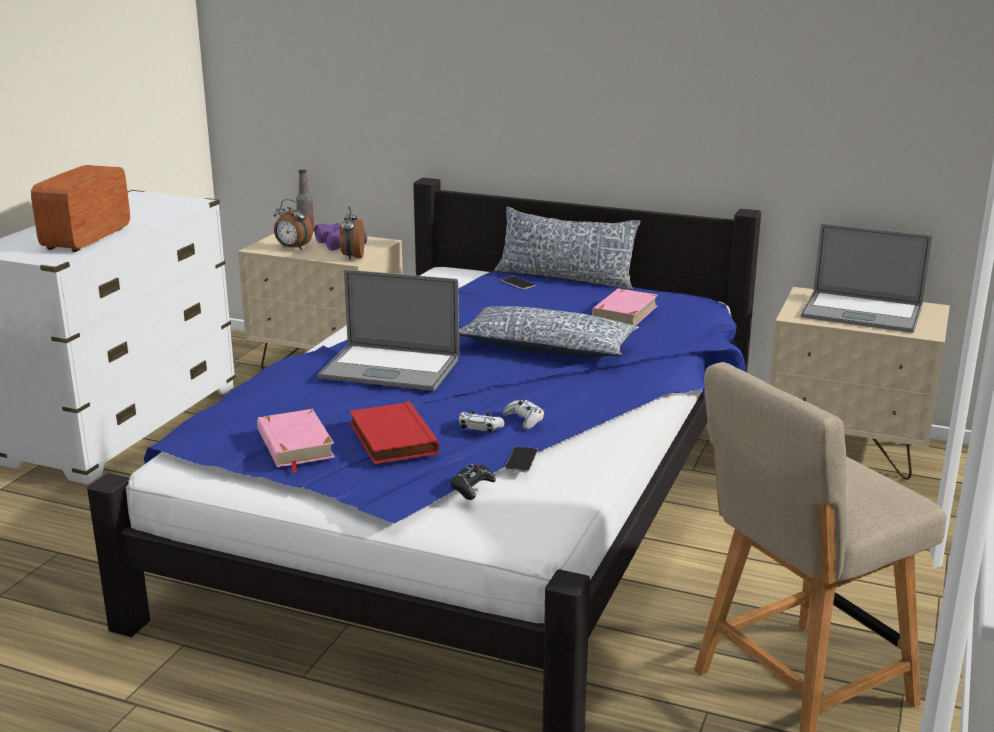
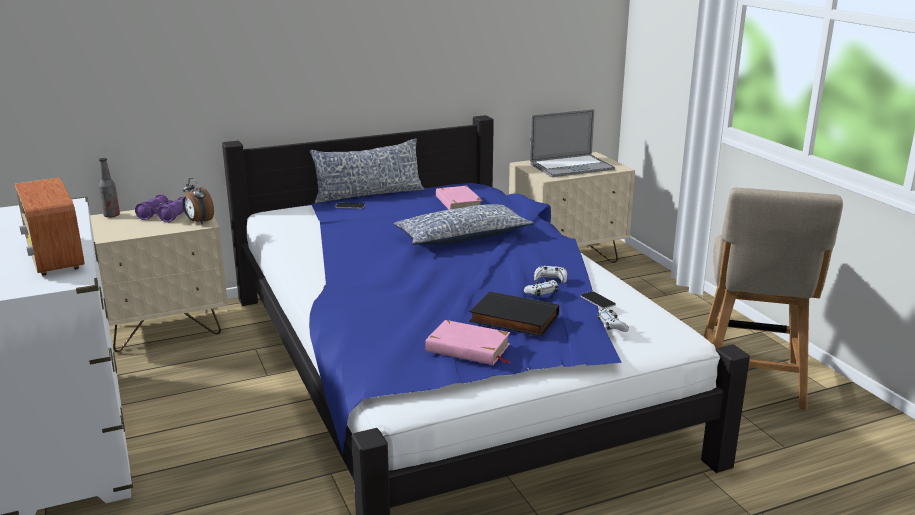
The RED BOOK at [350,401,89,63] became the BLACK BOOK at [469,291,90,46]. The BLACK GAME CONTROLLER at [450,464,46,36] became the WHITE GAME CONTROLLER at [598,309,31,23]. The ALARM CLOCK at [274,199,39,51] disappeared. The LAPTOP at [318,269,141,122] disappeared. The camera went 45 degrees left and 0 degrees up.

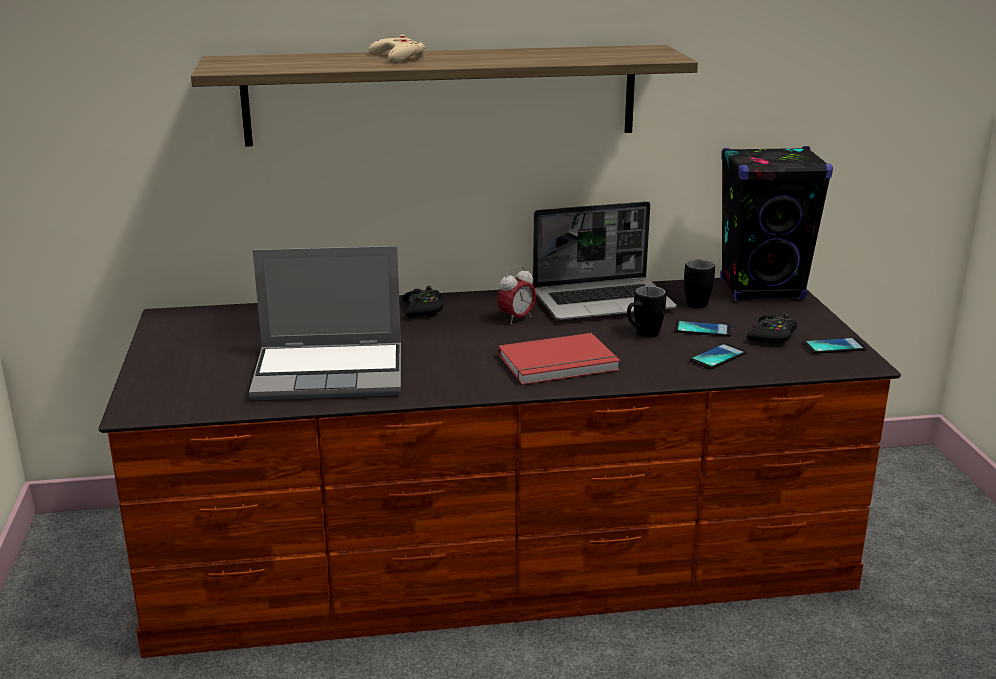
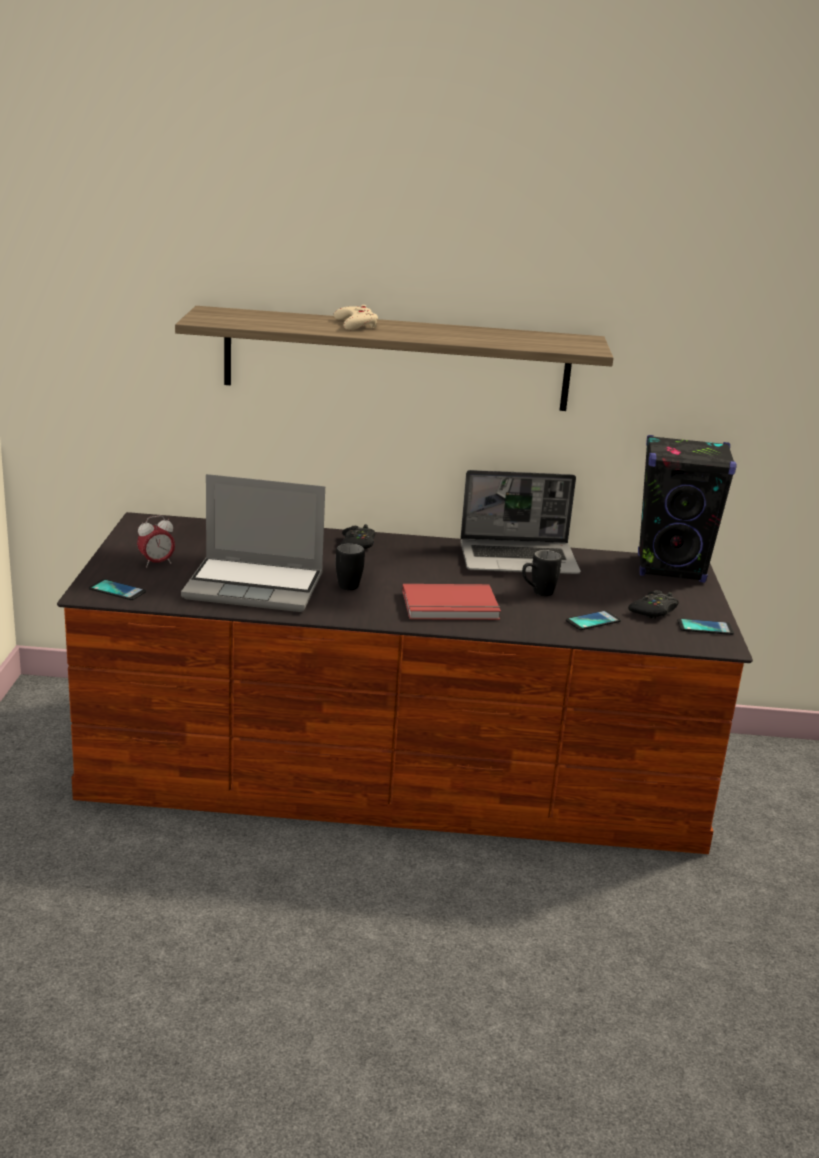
The PHONE moved from [674,321,58,16] to [89,579,57,21]. The ALARM CLOCK moved from [497,266,39,58] to [137,515,38,53]. The BLACK MUG moved from [684,260,31,48] to [335,543,30,47]. The camera went 10 degrees right and 0 degrees up.

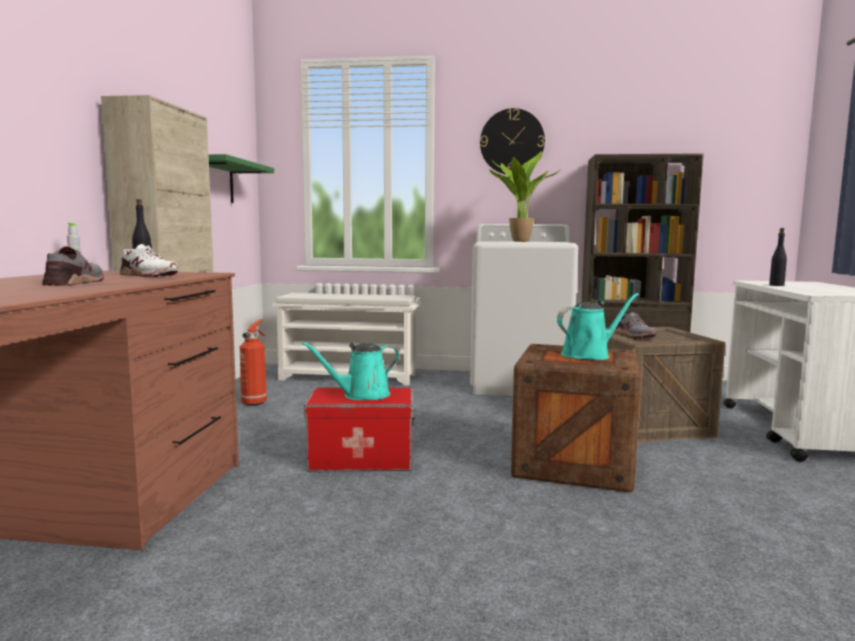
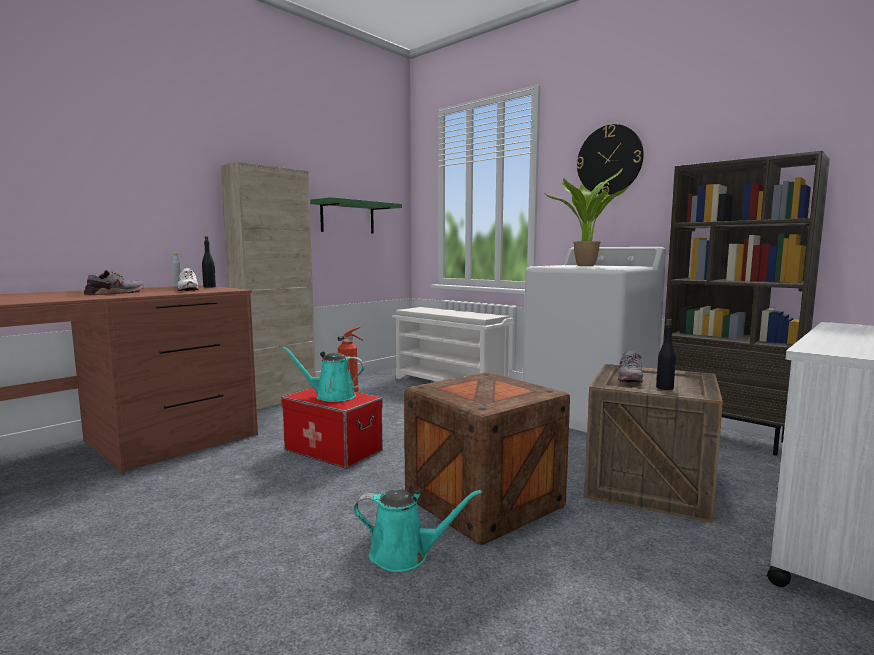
The TURQUOISE WATERING CAN moved from [557,293,82,67] to [354,489,128,83]. The BLACK BOTTLE moved from [769,228,18,58] to [656,319,20,71]. The camera went 35 degrees right and 0 degrees up.

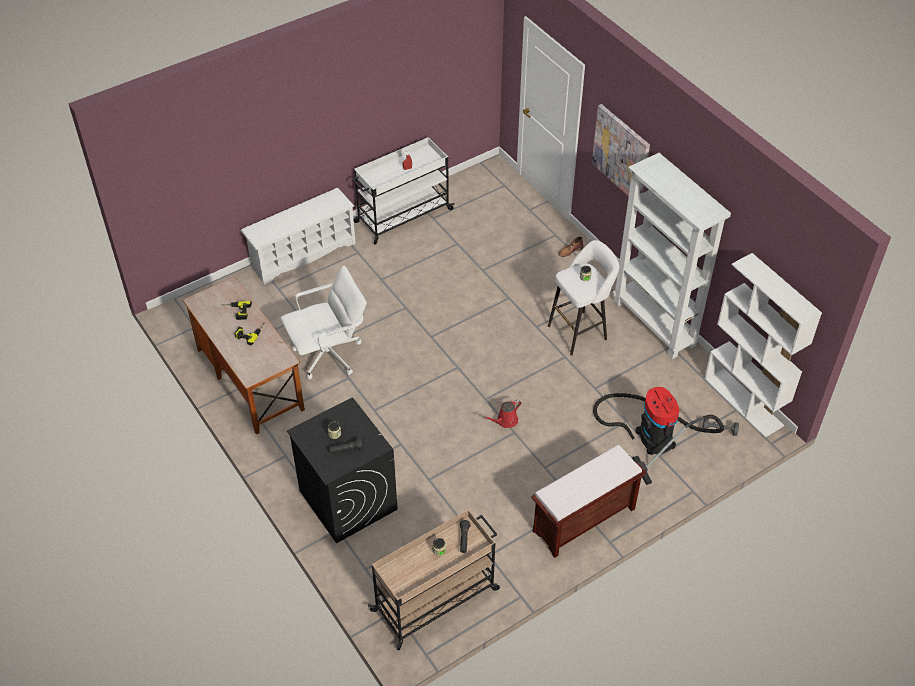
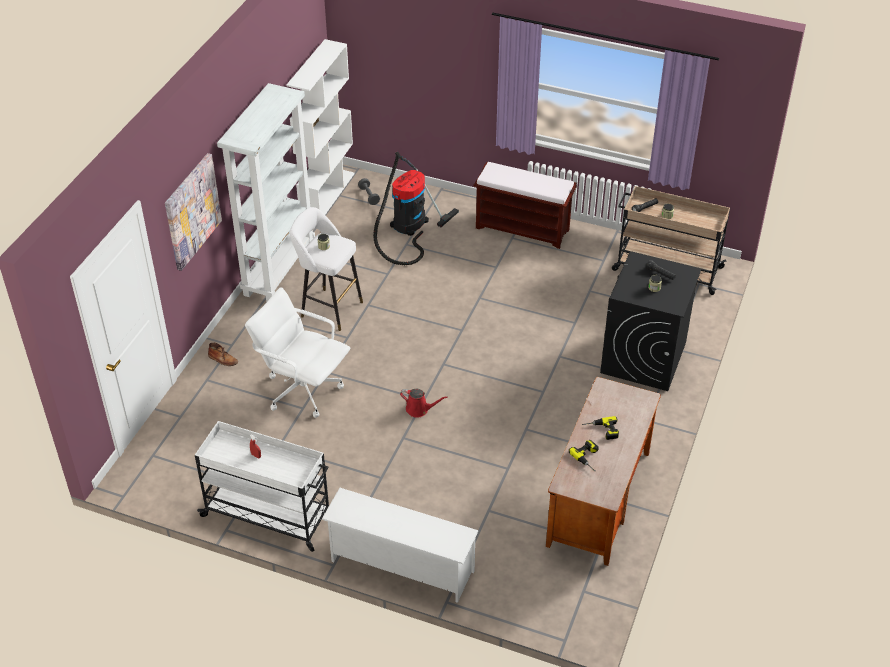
The WHITE OFFICE CHAIR moved from [281,266,86,113] to [245,287,105,131]. The RED WATERING CAN moved from [484,399,37,29] to [400,389,48,29]. The camera went 125 degrees left and 5 degrees down.

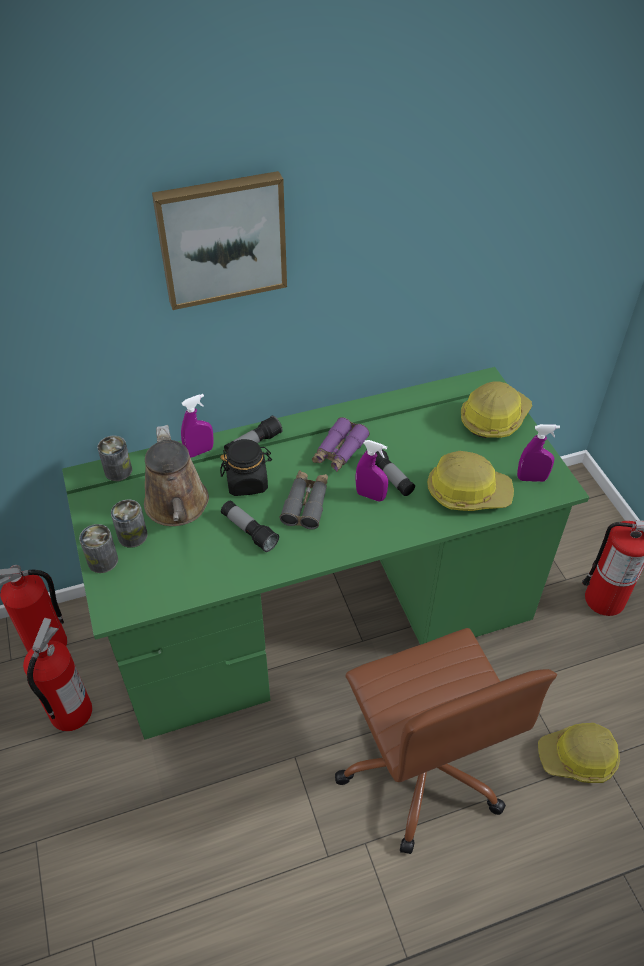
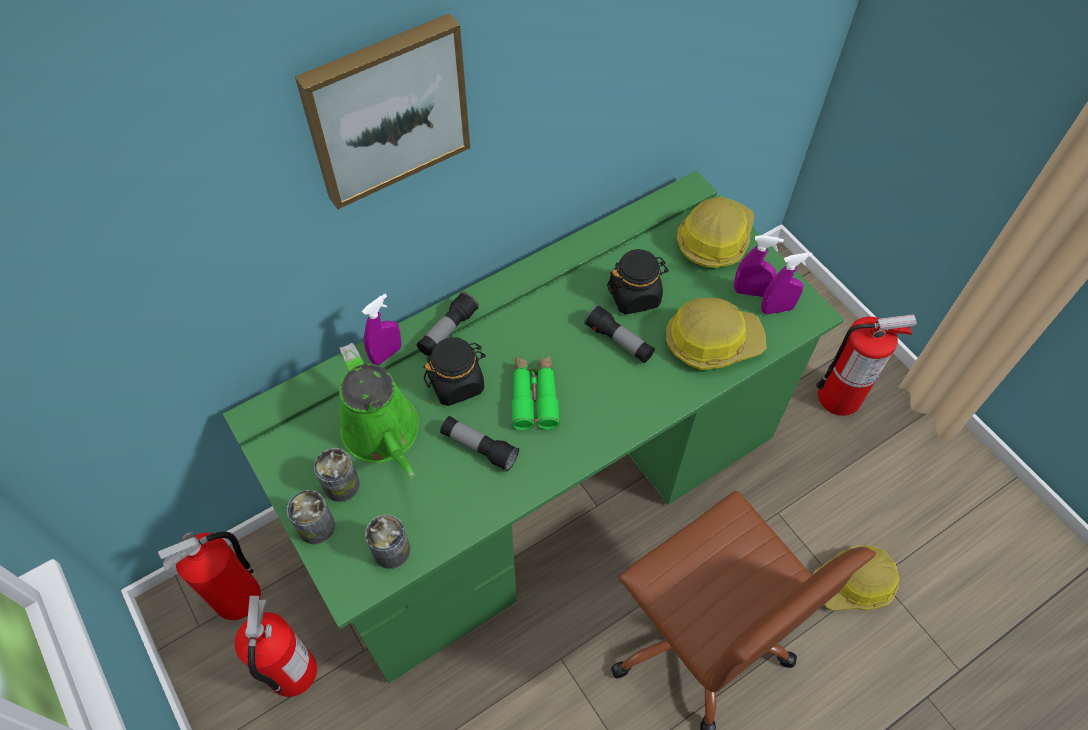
The BROWN WATERING CAN at [144,425,65,101] became the GREEN WATERING CAN at [339,343,80,137]. The CAN moved from [97,436,35,45] to [365,514,45,55]. The GREY BINOCULARS at [280,470,48,59] became the GREEN BINOCULARS at [511,356,49,74]. The BLACK JAR at [607,249,62,65] appeared. The PURPLE SPRAY BOTTLE moved from [355,440,33,62] to [734,235,50,62]. The PURPLE BINOCULARS at [312,417,58,55] disappeared. The camera went 15 degrees left and 10 degrees up.

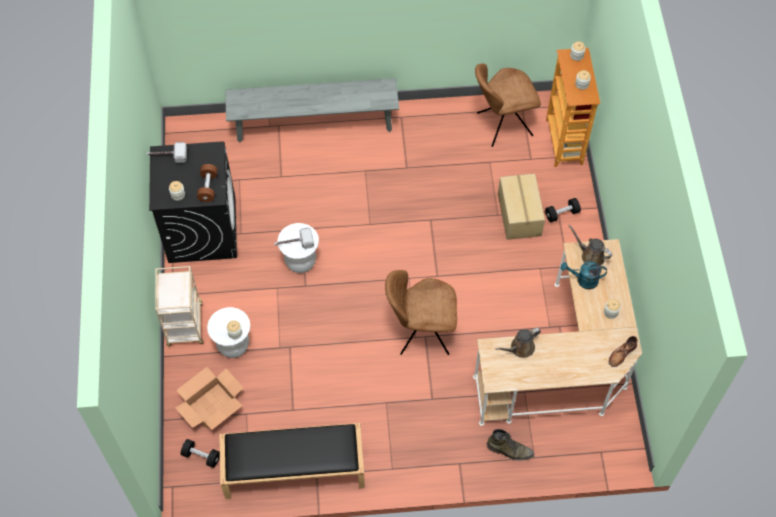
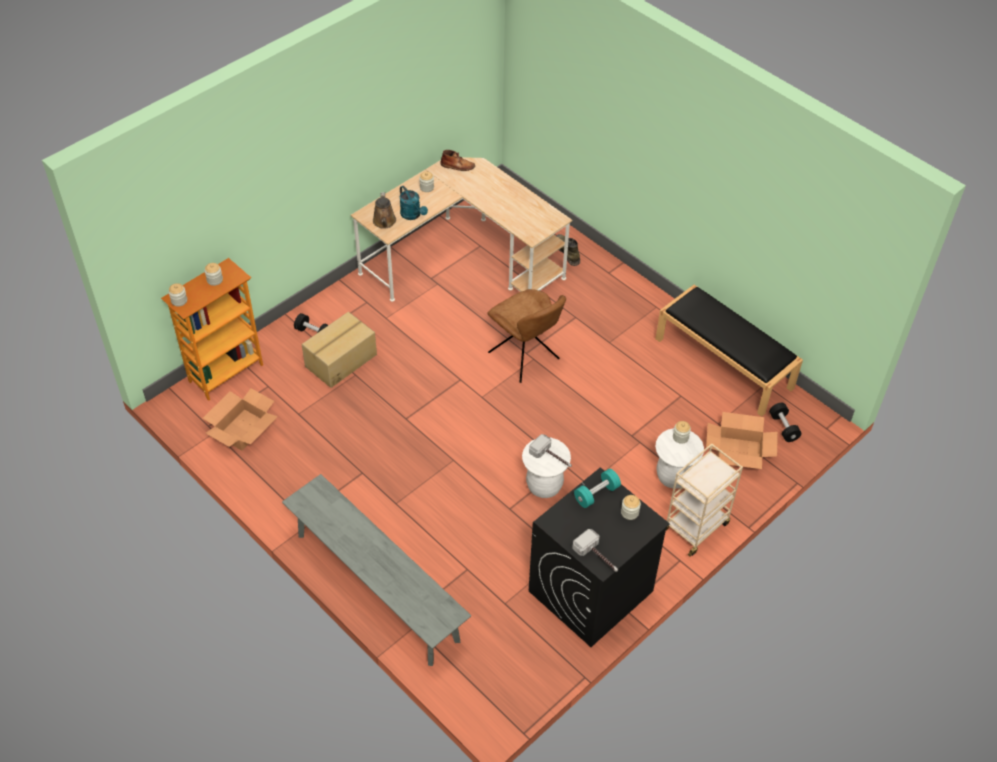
The BROWN CHAIR at [475,64,66,83] was replaced by the CARDBOARD BOX at [203,388,75,63]. The BROWN DUMBBELL at [197,164,20,38] became the TURQUOISE DUMBBELL at [574,469,47,39]. The BROWN WATERING CAN at [495,327,46,31] disappeared. The camera went 130 degrees left and 10 degrees down.

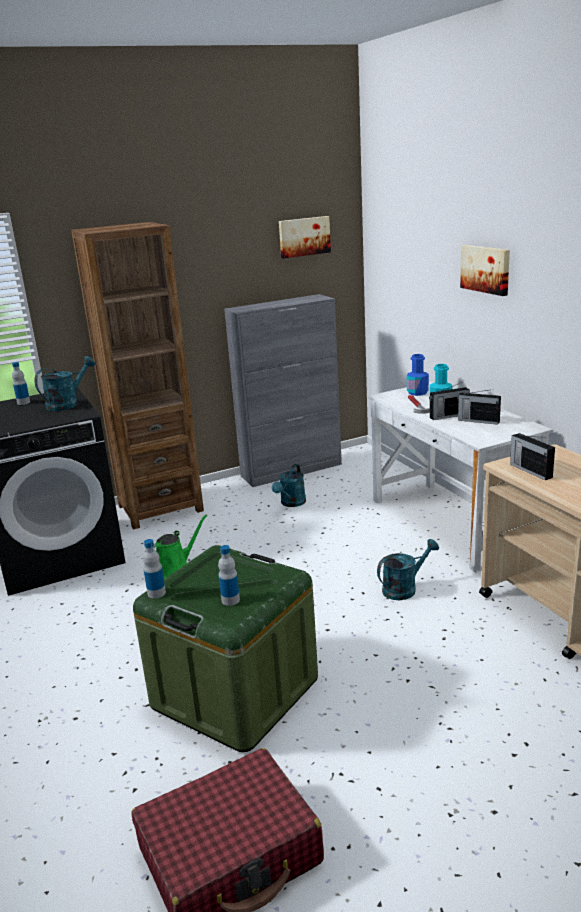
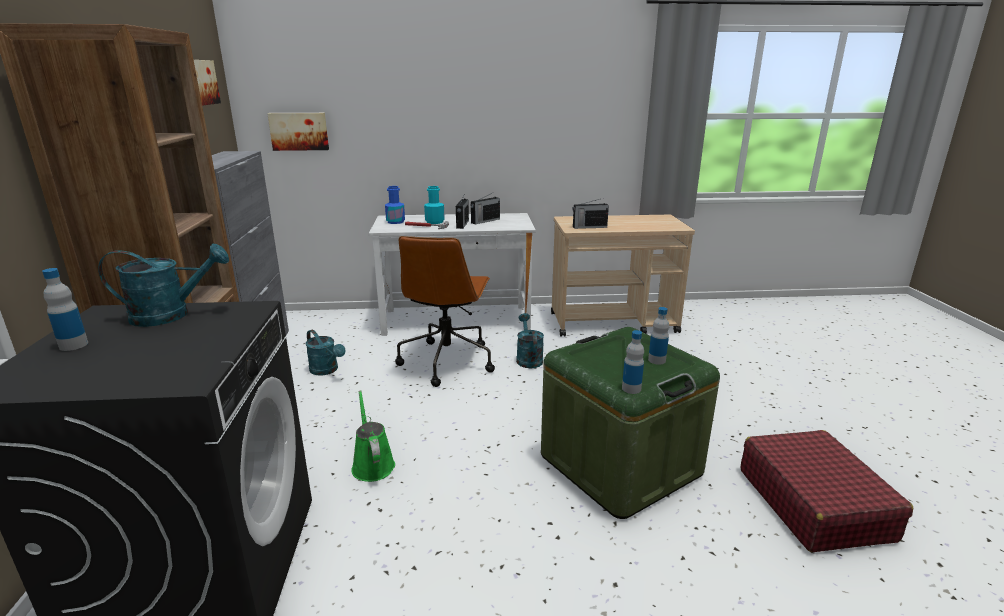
The TURQUOISE WATERING CAN at [35,356,60,55] turned 105 degrees clockwise. The PICTURE moved from [460,245,50,51] to [267,113,62,38]. The BROWN OFFICE CHAIR at [395,236,100,151] appeared. The camera went 70 degrees left and 0 degrees up.

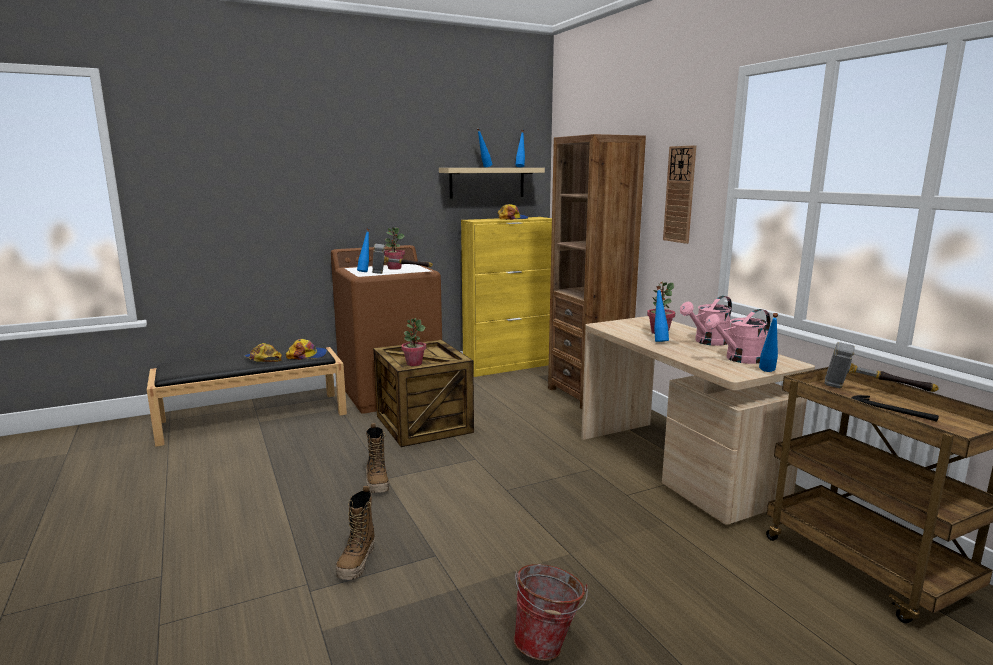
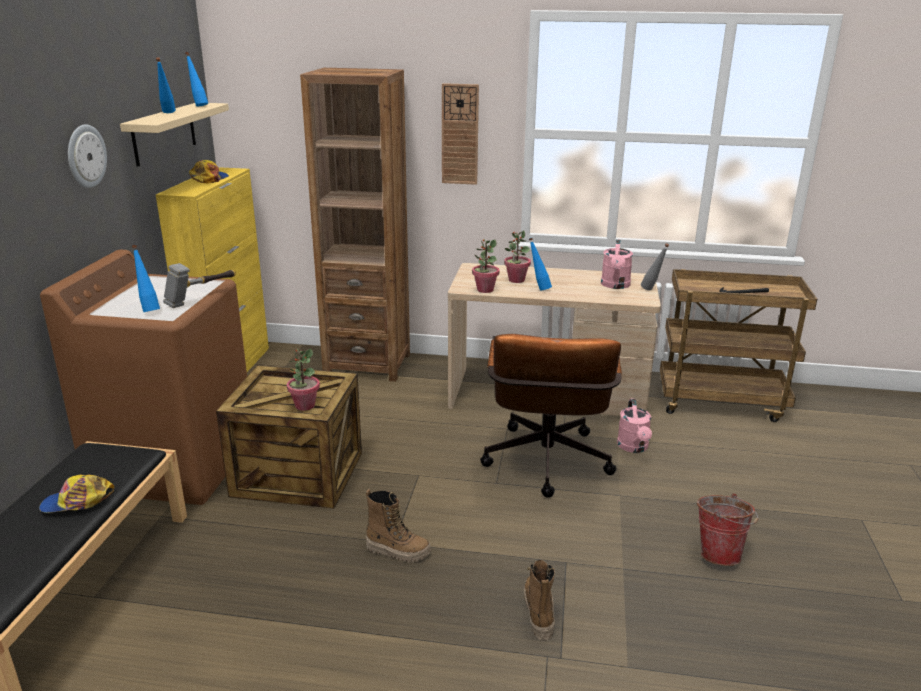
The WALL CLOCK at [68,124,39,64] appeared. The POTTED PLANT moved from [384,227,21,43] to [472,239,28,54]. The BROWN OFFICE CHAIR at [480,334,142,164] appeared. The BOOT at [336,486,39,94] turned 135 degrees counterclockwise. The PINK WATERING CAN moved from [680,296,52,50] to [617,398,35,55]. The BLUE BOTTLE at [759,313,19,59] became the GREY BOTTLE at [641,243,28,47]. The CAP at [286,339,41,21] disappeared. The HAMMER at [824,342,115,50] disappeared. The camera went 55 degrees left and 10 degrees up.

